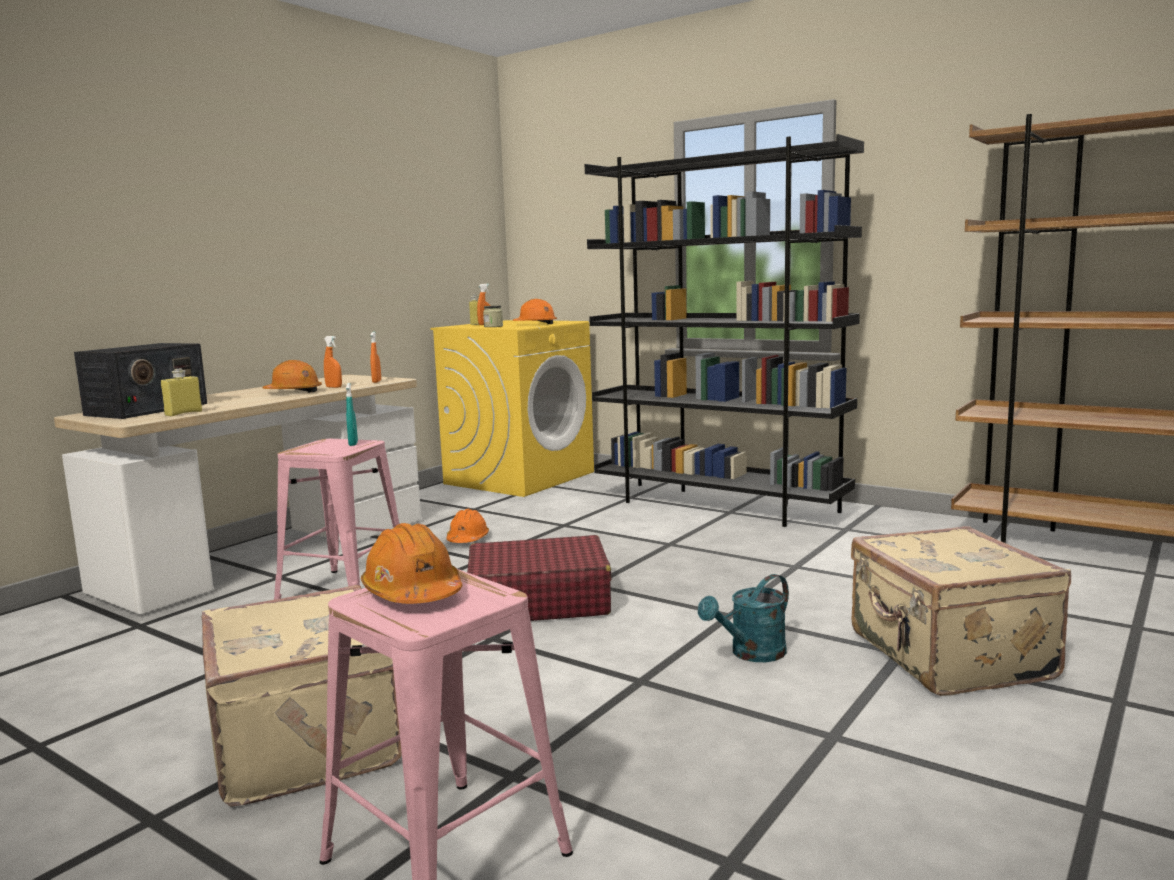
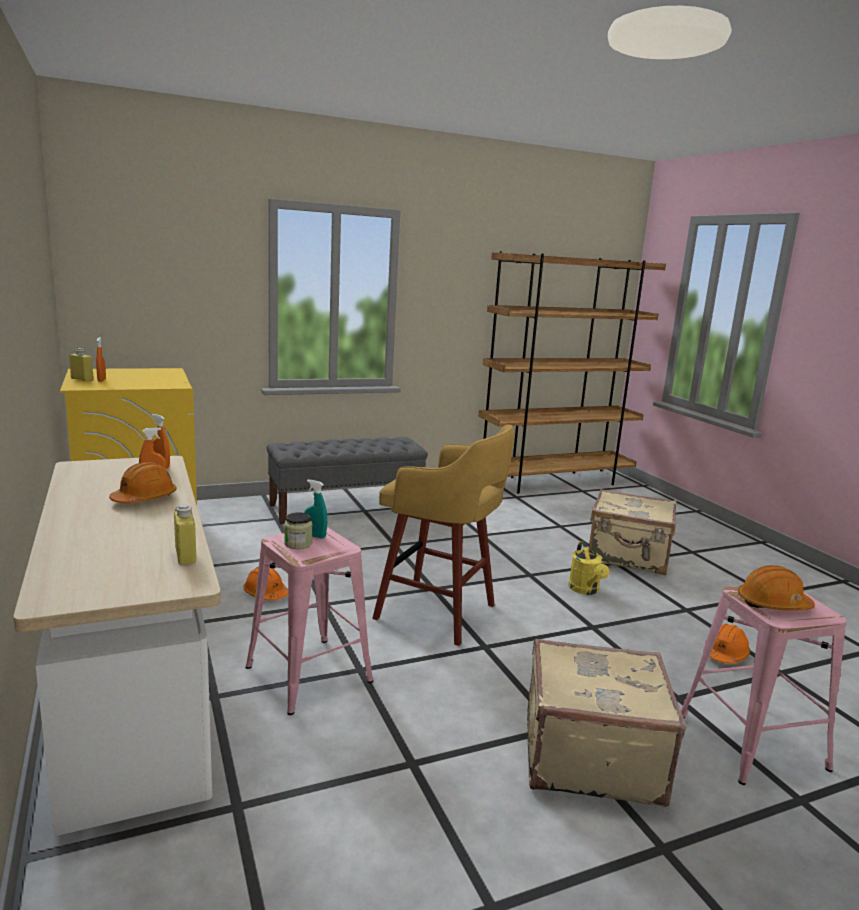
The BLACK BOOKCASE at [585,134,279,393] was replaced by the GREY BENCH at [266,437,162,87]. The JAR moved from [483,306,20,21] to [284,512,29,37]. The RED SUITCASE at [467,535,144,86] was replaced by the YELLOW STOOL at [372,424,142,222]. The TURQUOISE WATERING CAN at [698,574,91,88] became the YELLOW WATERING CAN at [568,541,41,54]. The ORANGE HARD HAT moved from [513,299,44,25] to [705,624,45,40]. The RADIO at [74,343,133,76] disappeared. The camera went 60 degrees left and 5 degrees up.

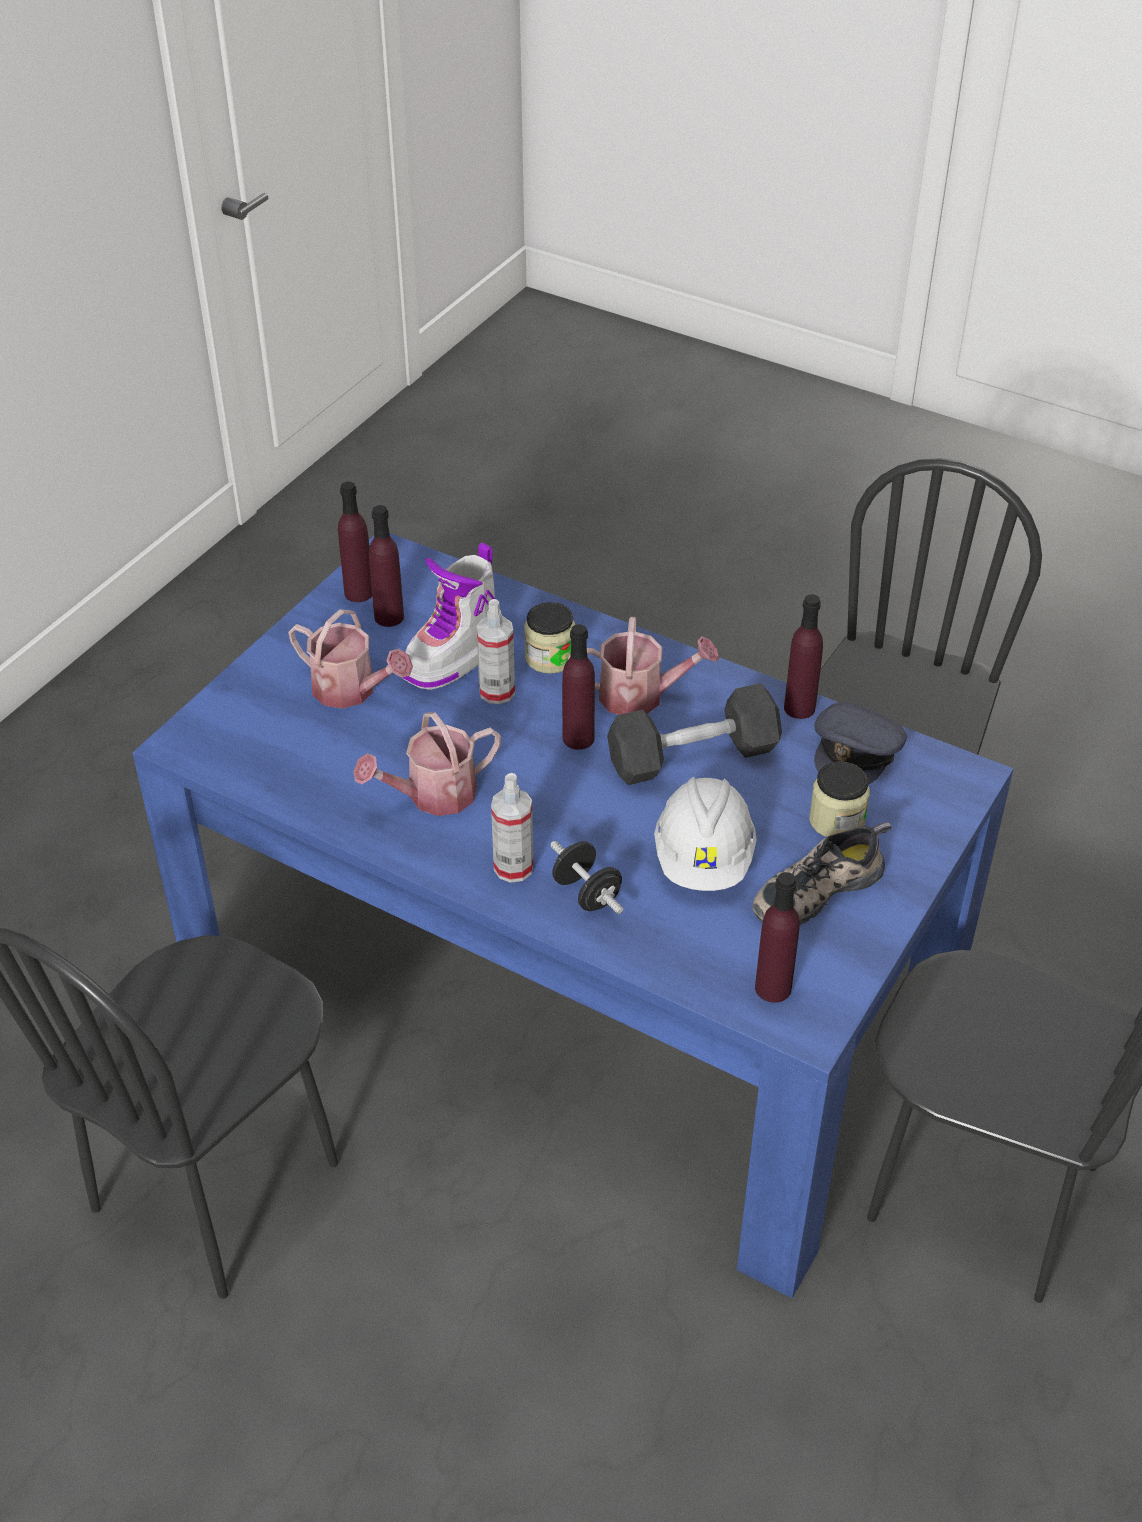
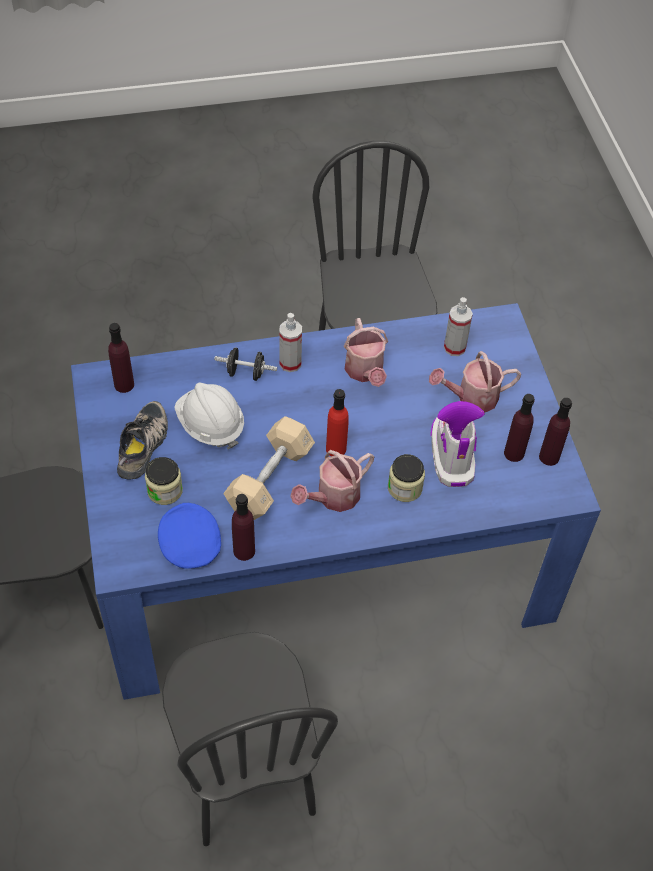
The GREY CAP at [814,702,93,83] became the BLUE CAP at [158,503,63,66]. The BLACK DUMBBELL at [607,683,175,102] became the BEIGE DUMBBELL at [223,416,92,104]. The PURPLE BOTTLE at [562,624,33,126] became the RED BOTTLE at [326,389,23,67]. The WATERING CAN at [353,712,148,104] turned 150 degrees clockwise. The SPRAY BOTTLE moved from [476,599,39,105] to [444,297,29,59]. The camera went 135 degrees right and 10 degrees up.

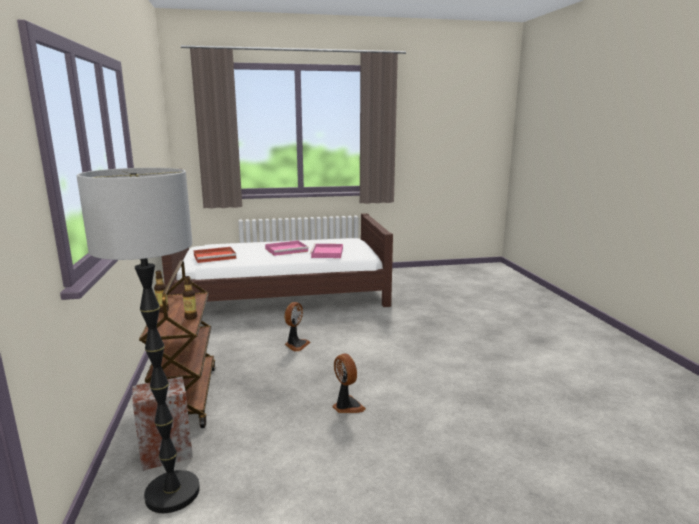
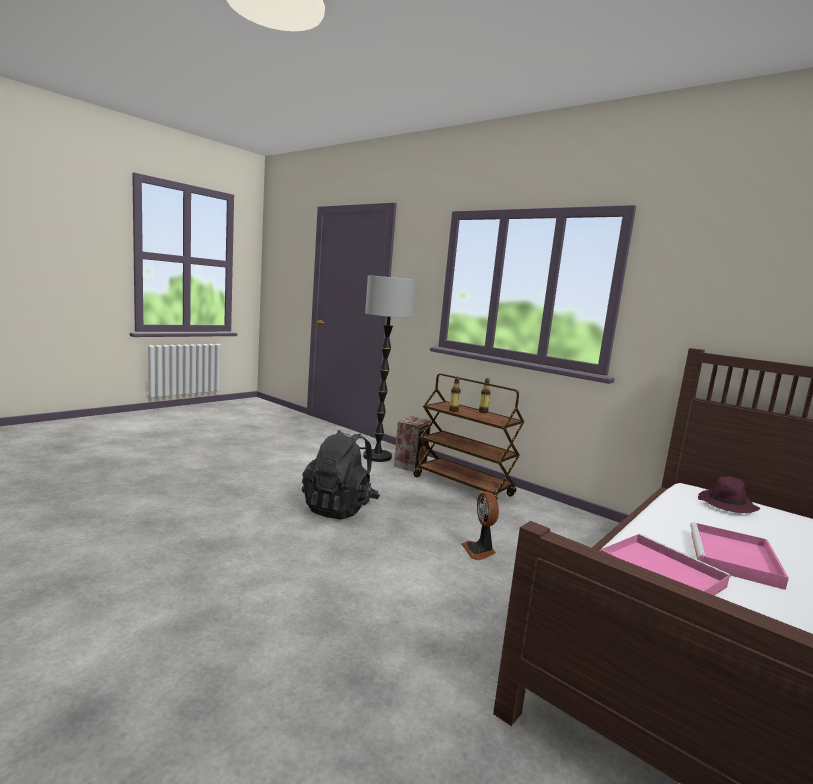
The FAN at [332,354,34,59] was replaced by the BLACK BACKPACK at [302,430,78,89]. The RED TRAY at [193,247,44,16] was replaced by the PURPLE HAT at [698,476,62,37]. The camera went 140 degrees right and 5 degrees down.

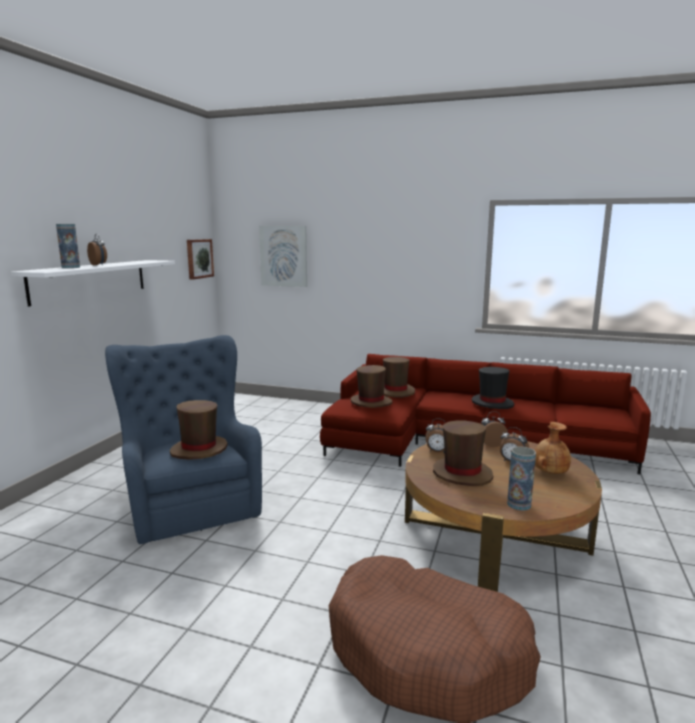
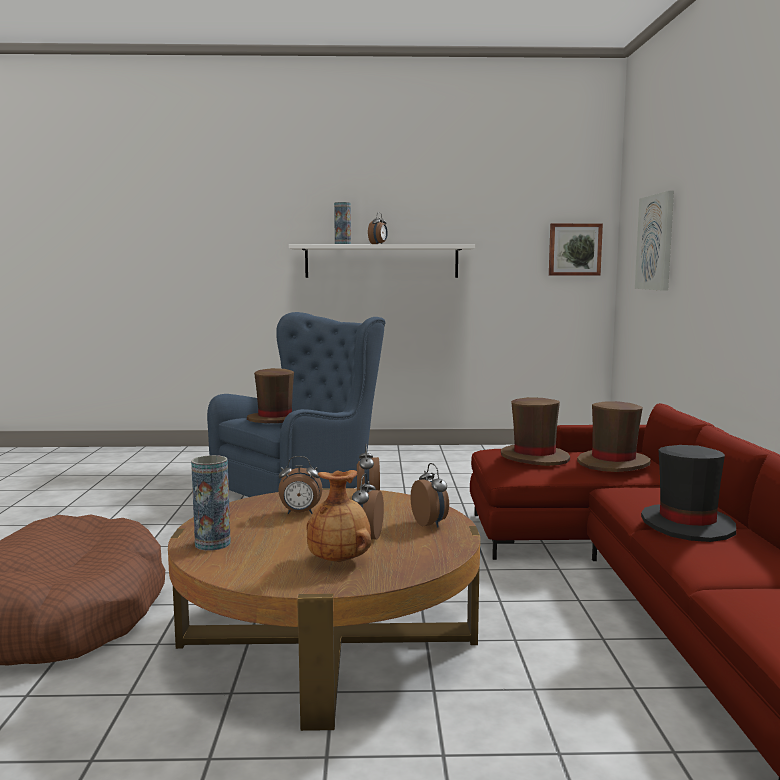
The BROWN HAT at [433,420,60,66] was replaced by the ALARM CLOCK at [278,456,45,58]. The camera went 70 degrees right and 5 degrees down.

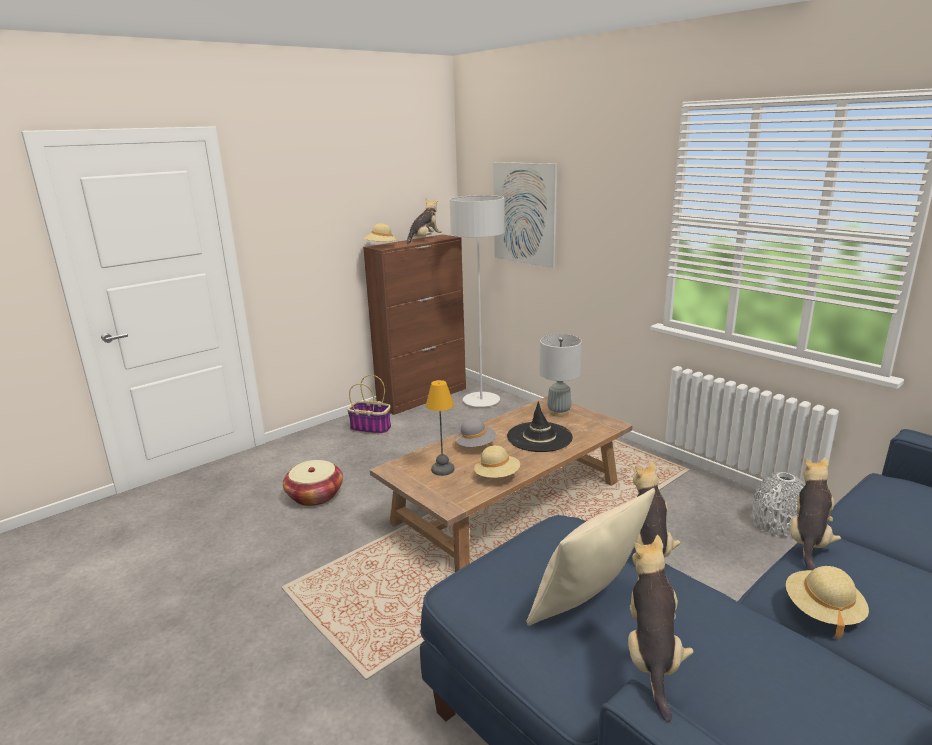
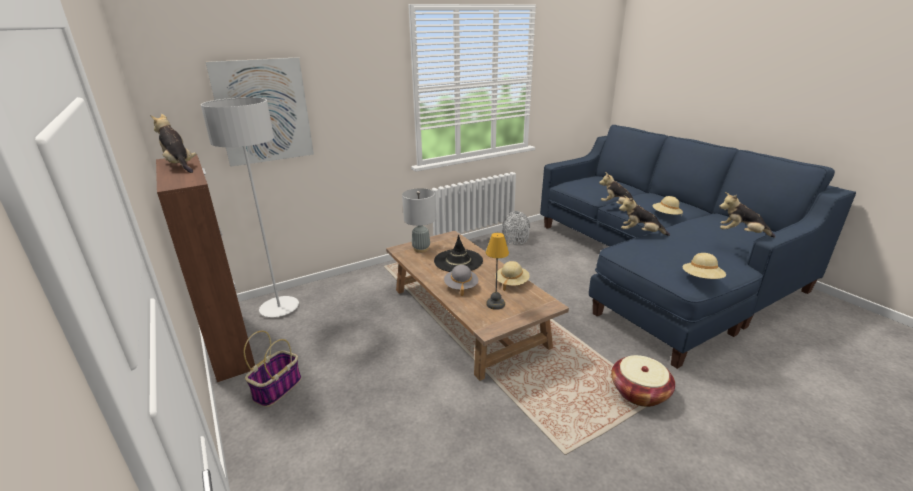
The BASKET moved from [283,460,60,46] to [611,355,64,52]. The BEIGE HAT moved from [364,223,34,24] to [683,253,43,26]. The BEIGE PILLOW at [526,488,129,138] disappeared. The camera went 80 degrees left and 5 degrees up.

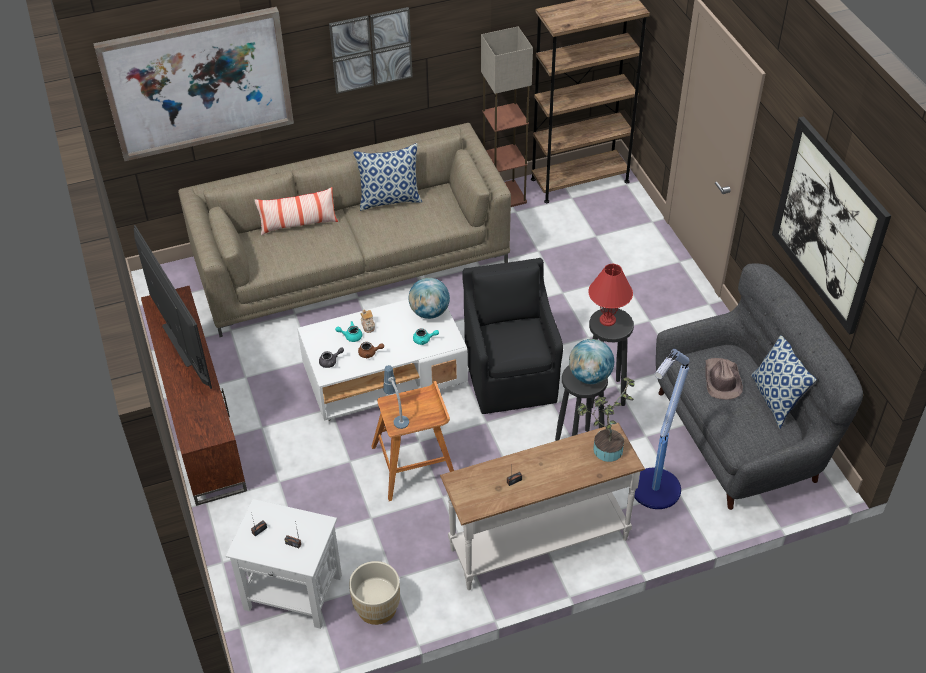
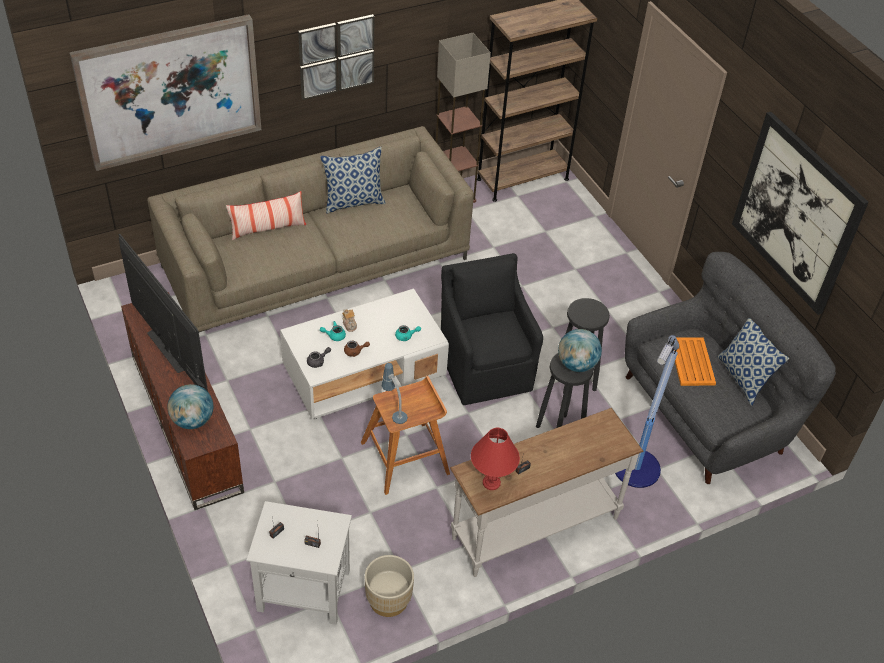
The GLOBE moved from [409,278,41,41] to [168,384,45,45]. The RED TABLE LAMP moved from [588,264,45,62] to [471,428,49,62]. The BROWN HAT at [705,358,38,42] was replaced by the ORANGE TRAY at [675,337,41,49]. The POTTED PLANT at [577,377,58,85] disappeared. The camera went 10 degrees left and 0 degrees up.

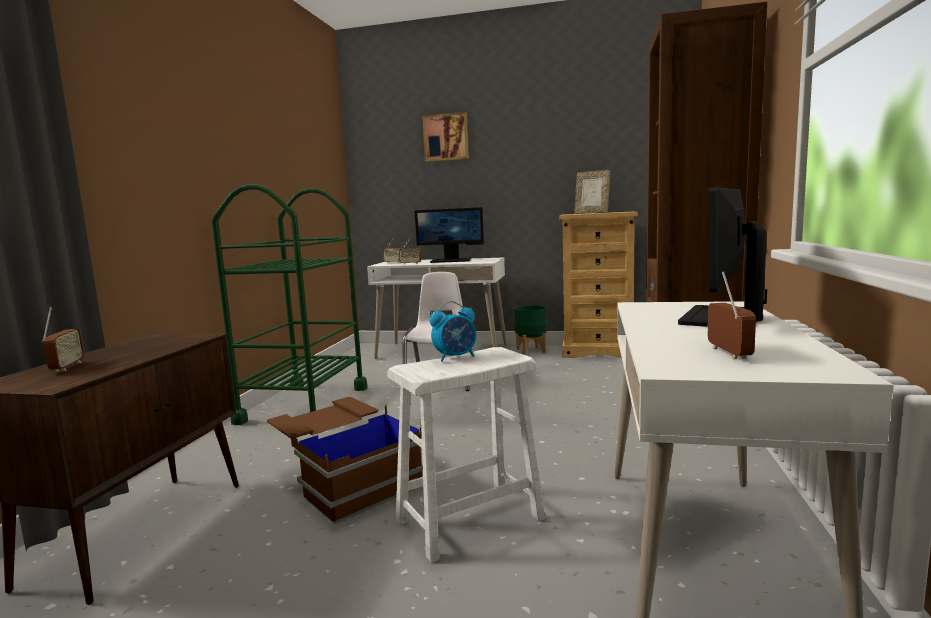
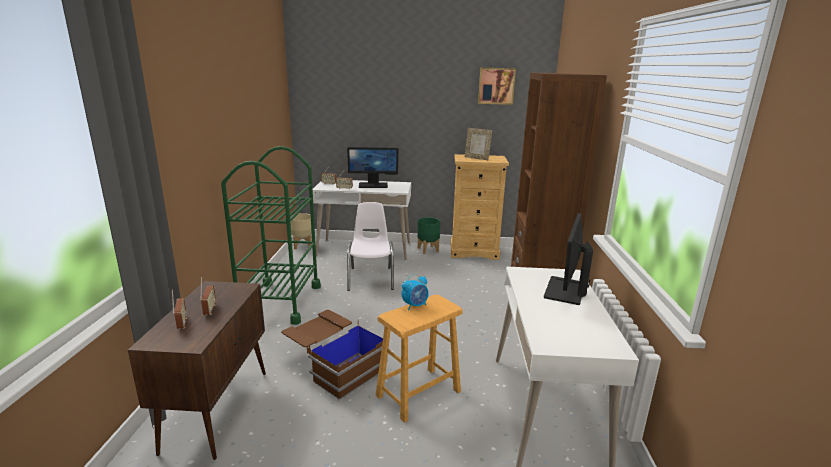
The RADIO moved from [707,271,49,88] to [200,277,16,38]. The BEIGE PLANTER at [290,213,22,36] appeared. The WHITE STOOL at [387,347,158,216] became the BROWN STOOL at [376,295,87,128]. The PICTURE moved from [422,112,47,50] to [478,68,38,37]. The camera went 10 degrees left and 10 degrees up.

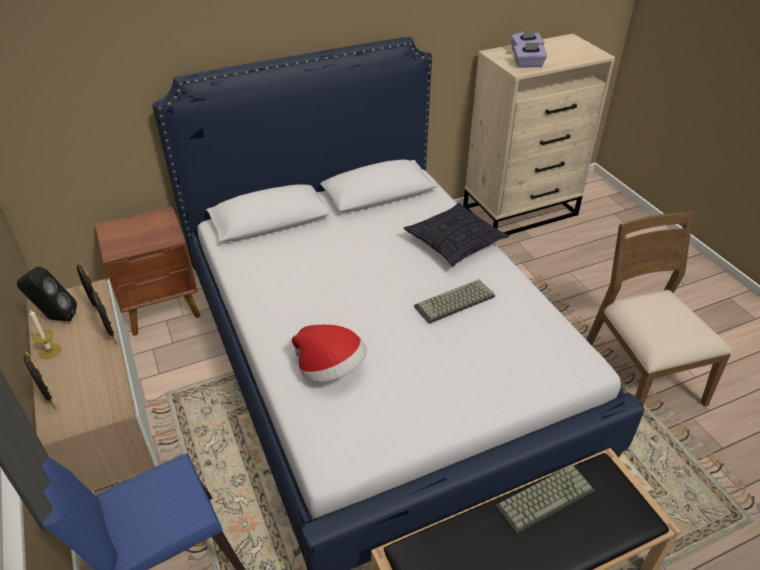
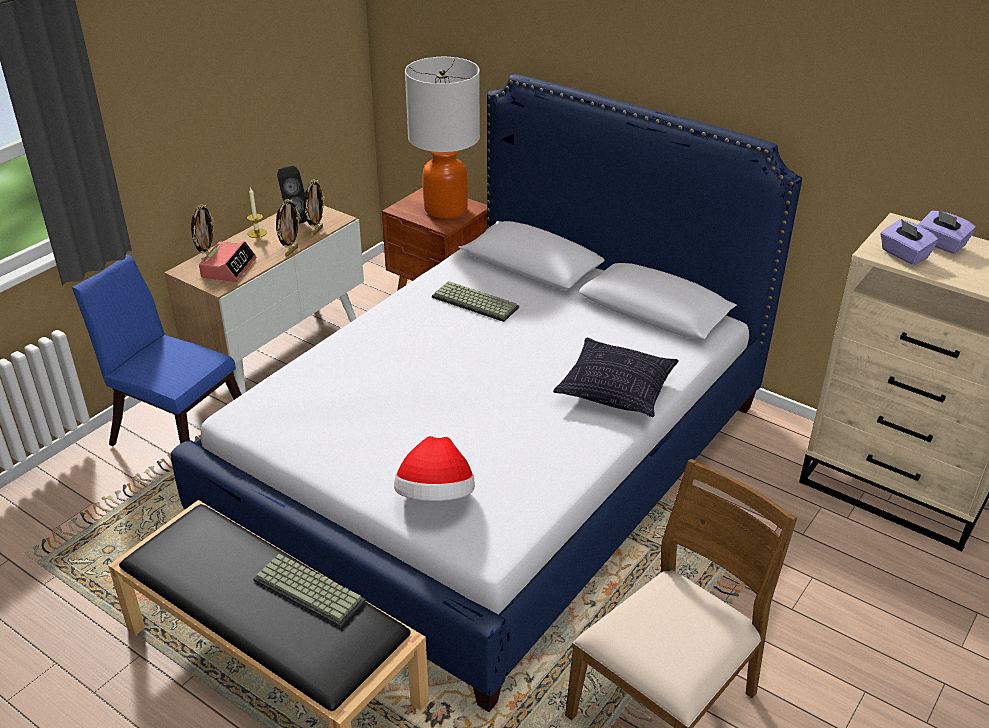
The ALARM CLOCK at [199,241,58,41] appeared. The HAT moved from [292,325,75,57] to [394,436,81,65]. The TABLE LAMP at [405,57,75,162] appeared. The KEYBOARD moved from [414,279,81,45] to [432,281,87,41]. The camera went 60 degrees right and 5 degrees down.

